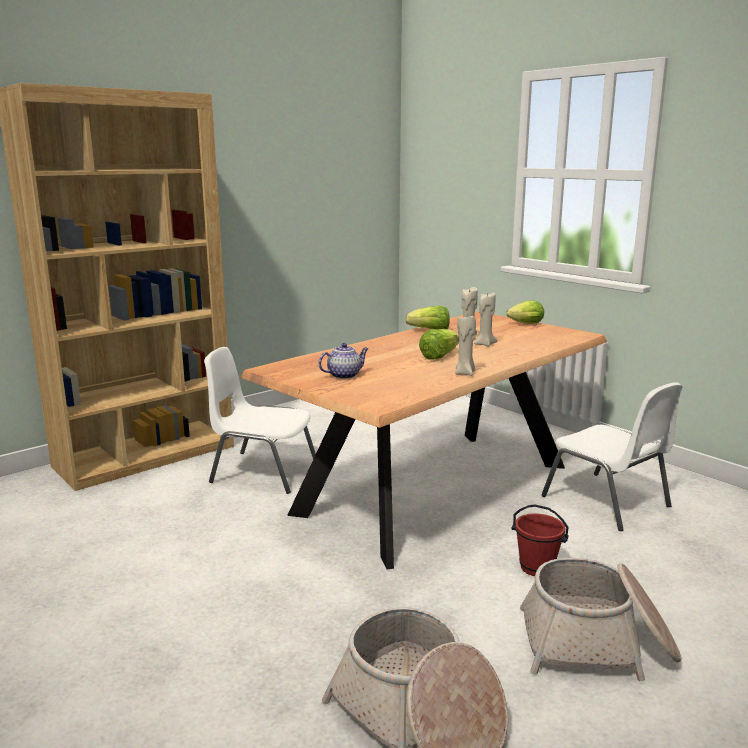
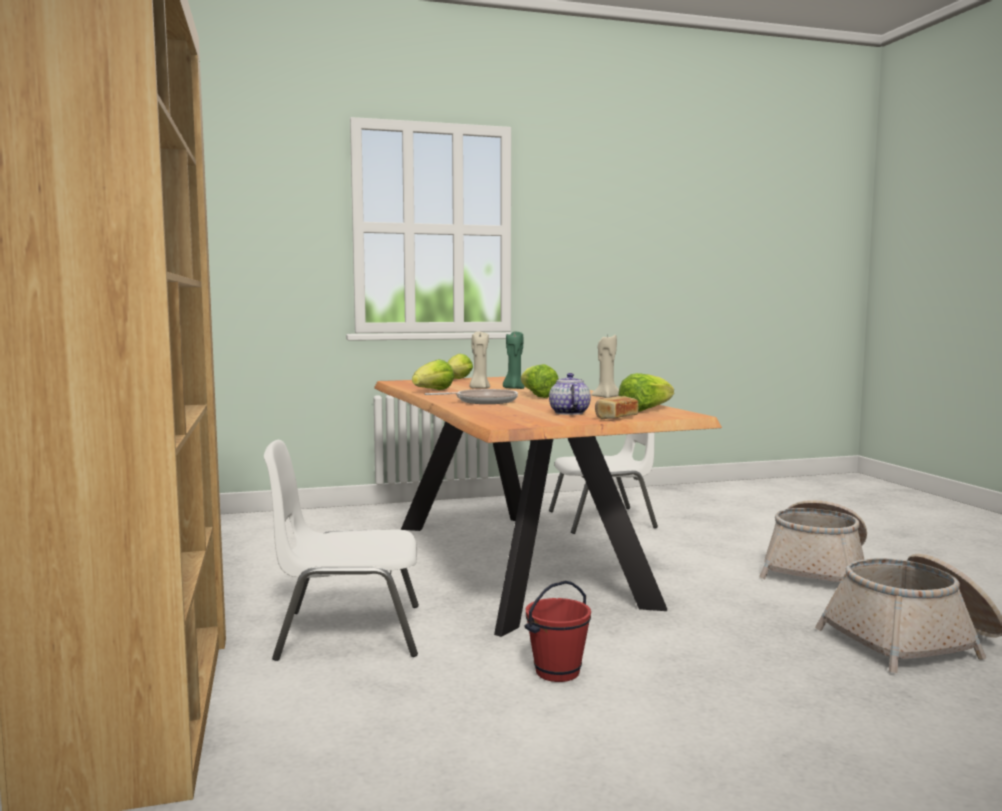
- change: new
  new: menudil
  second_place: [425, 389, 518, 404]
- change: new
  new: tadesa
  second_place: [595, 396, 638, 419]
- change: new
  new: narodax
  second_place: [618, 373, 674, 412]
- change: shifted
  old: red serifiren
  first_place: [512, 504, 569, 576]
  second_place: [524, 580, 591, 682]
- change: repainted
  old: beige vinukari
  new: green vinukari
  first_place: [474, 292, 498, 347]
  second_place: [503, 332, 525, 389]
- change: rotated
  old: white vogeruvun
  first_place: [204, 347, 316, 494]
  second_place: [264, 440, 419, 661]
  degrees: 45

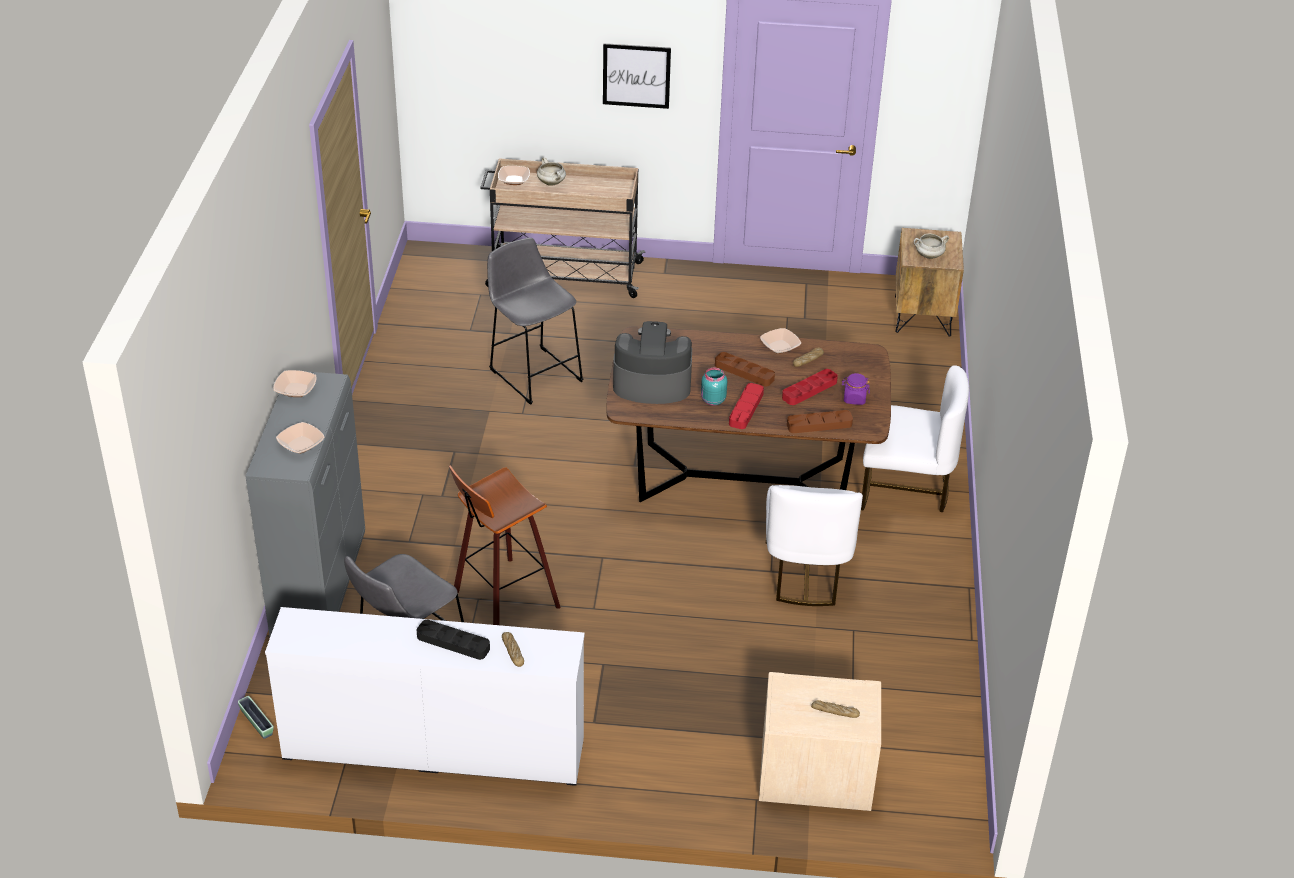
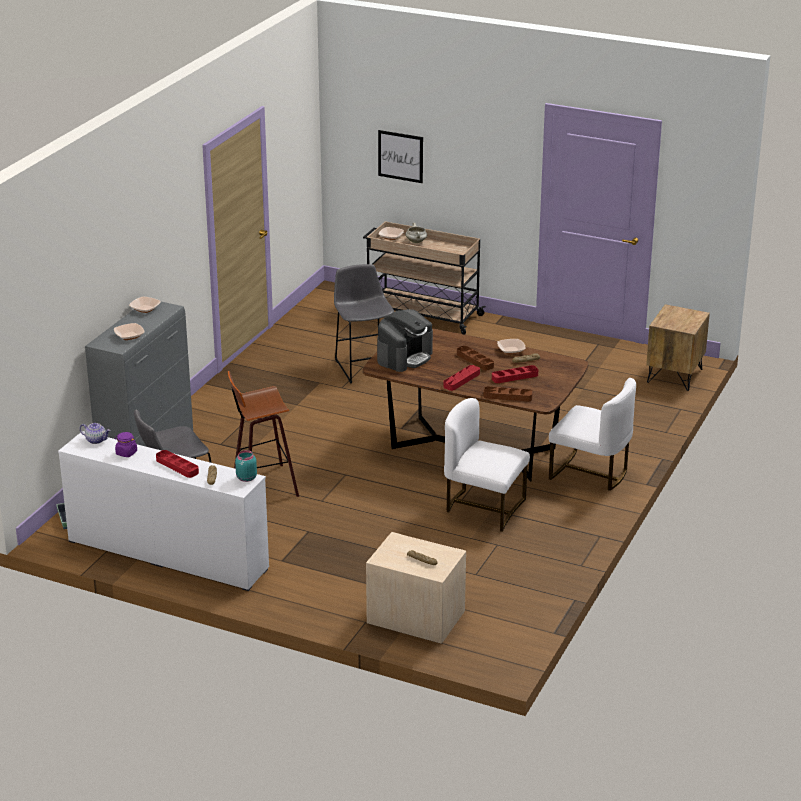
- change: gone
  old: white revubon
  first_place: [914, 233, 949, 259]
- change: new
  new: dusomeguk
  second_place: [80, 423, 111, 444]
- change: shifted
  old: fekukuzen
  first_place: [603, 43, 671, 109]
  second_place: [378, 130, 423, 183]
- change: shifted
  old: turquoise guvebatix
  first_place: [701, 368, 727, 406]
  second_place: [235, 450, 257, 482]
- change: shifted
  old: purple guvebatix
  first_place: [842, 373, 870, 405]
  second_place: [115, 432, 137, 457]
- change: repainted
  old: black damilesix
  new: red damilesix
  first_place: [417, 620, 490, 660]
  second_place: [156, 450, 199, 478]
- change: rotated
  old: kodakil
  first_place: [613, 321, 692, 404]
  second_place: [377, 309, 433, 372]
  degrees: 105
- change: rotated
  old: white vogeruvun
  first_place: [766, 485, 863, 606]
  second_place: [444, 398, 530, 532]
  degrees: 90

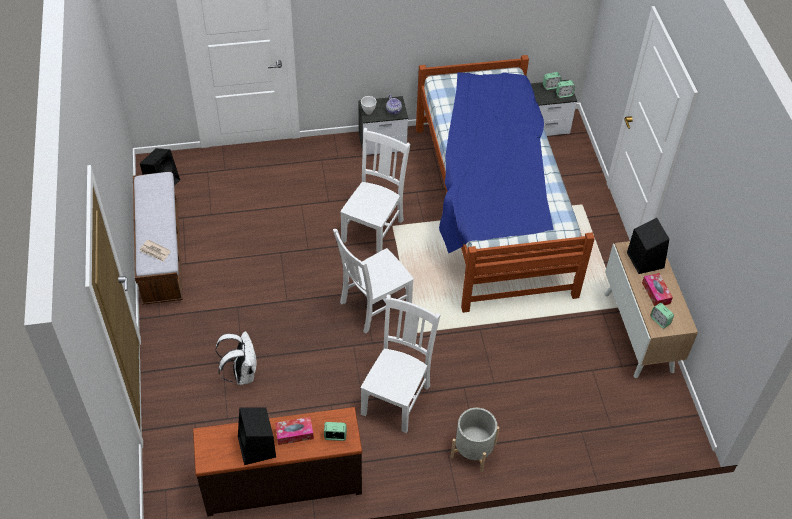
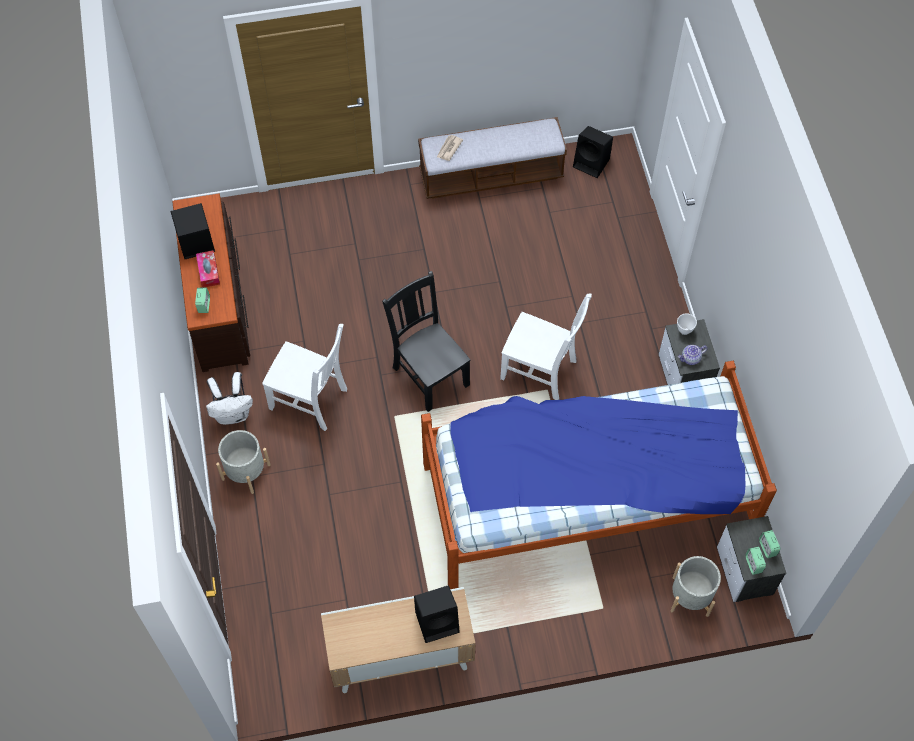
- change: gone
  old: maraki
  first_place: [642, 273, 673, 306]
- change: gone
  old: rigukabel
  first_place: [650, 303, 674, 328]
- change: new
  new: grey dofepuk
  second_place: [671, 556, 721, 617]
- change: shifted
  old: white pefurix
  first_place: [215, 331, 257, 385]
  second_place: [206, 372, 253, 425]
- change: repainted
  old: white vogeruvun
  new: black vogeruvun
  first_place: [333, 229, 414, 334]
  second_place: [382, 271, 470, 412]

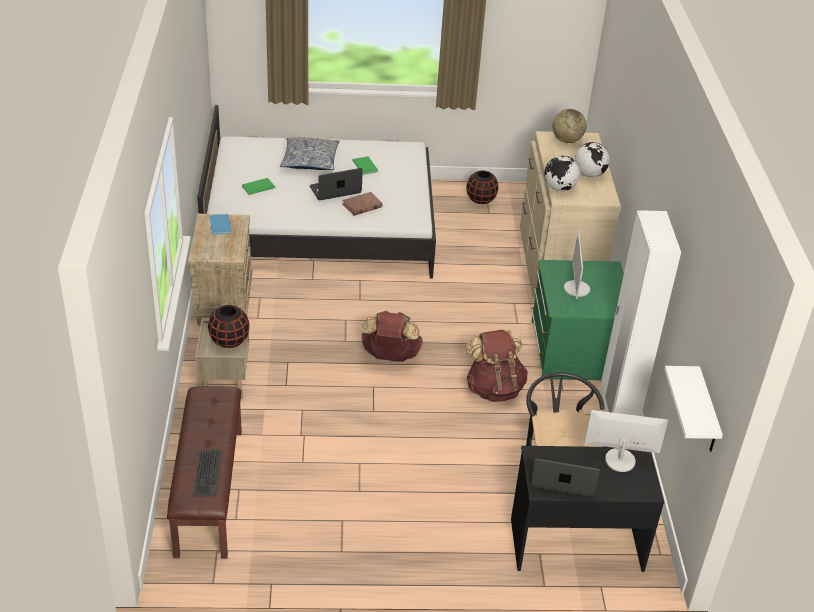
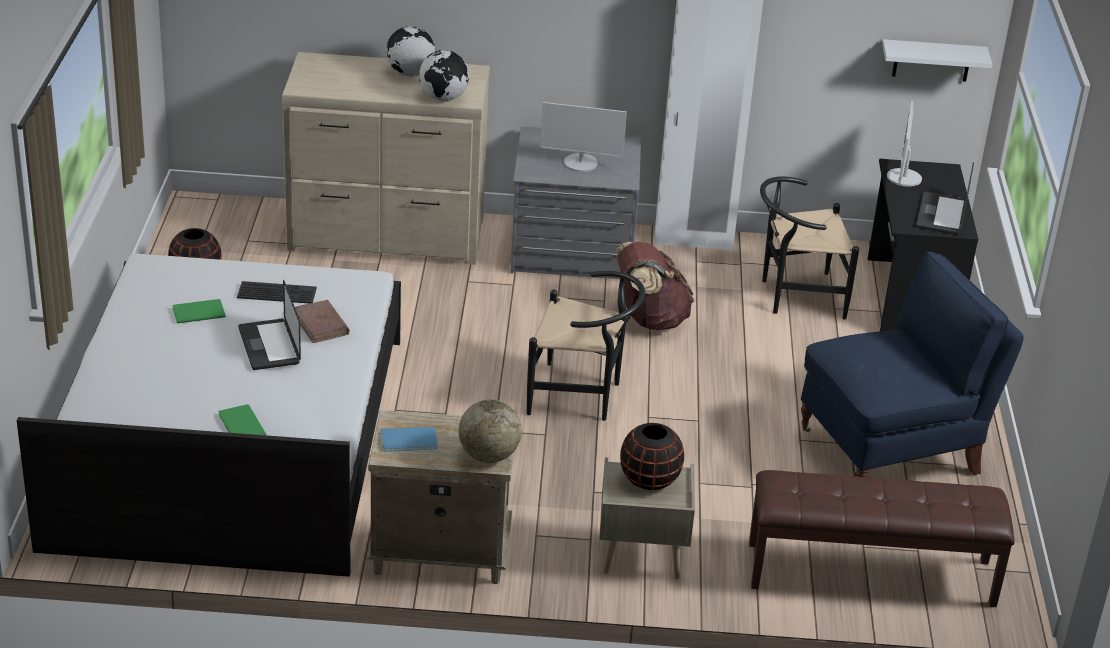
- change: gone
  old: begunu
  first_place: [280, 137, 339, 170]
- change: new
  new: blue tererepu
  second_place: [801, 252, 1024, 477]
- change: shifted
  old: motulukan
  first_place: [193, 450, 222, 496]
  second_place: [237, 281, 317, 304]
- change: shifted
  old: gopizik
  first_place: [552, 109, 586, 143]
  second_place: [459, 399, 522, 463]
- change: swapped
  old: brown pefurix
  new: black vogeruvun
  first_place: [361, 311, 423, 362]
  second_place: [527, 271, 645, 421]
- change: repainted
  old: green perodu
  new: grey perodu
  first_place: [531, 260, 624, 380]
  second_place: [510, 126, 641, 279]

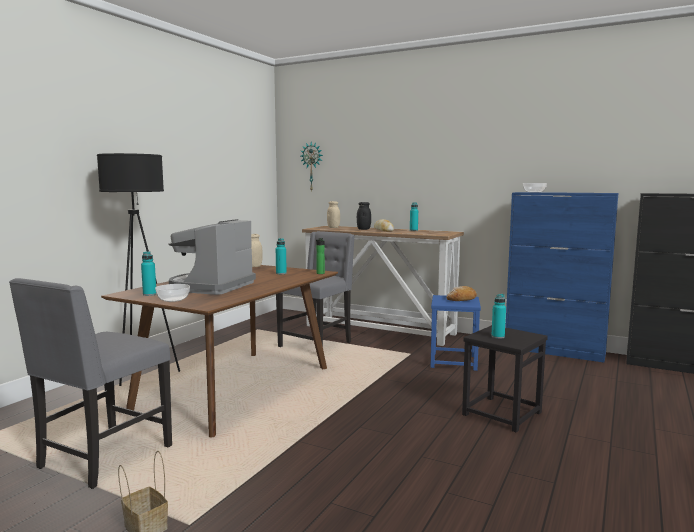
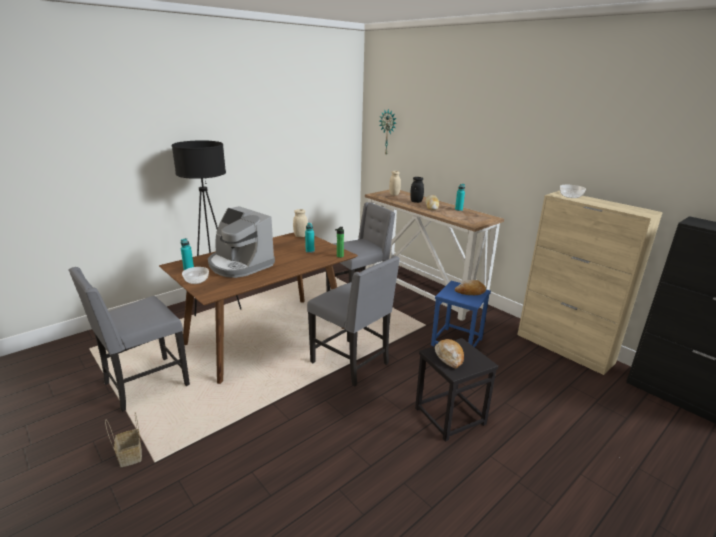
- change: new
  new: grey vogeruvun
  second_place: [307, 256, 400, 387]
- change: swapped
  old: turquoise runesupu
  new: tadesa
  first_place: [491, 294, 506, 339]
  second_place: [435, 339, 464, 369]
- change: repainted
  old: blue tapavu
  new: beige tapavu
  first_place: [505, 192, 619, 362]
  second_place: [517, 191, 663, 375]
- change: rotated
  old: kodakil
  first_place: [168, 219, 256, 295]
  second_place: [208, 206, 275, 278]
  degrees: -90

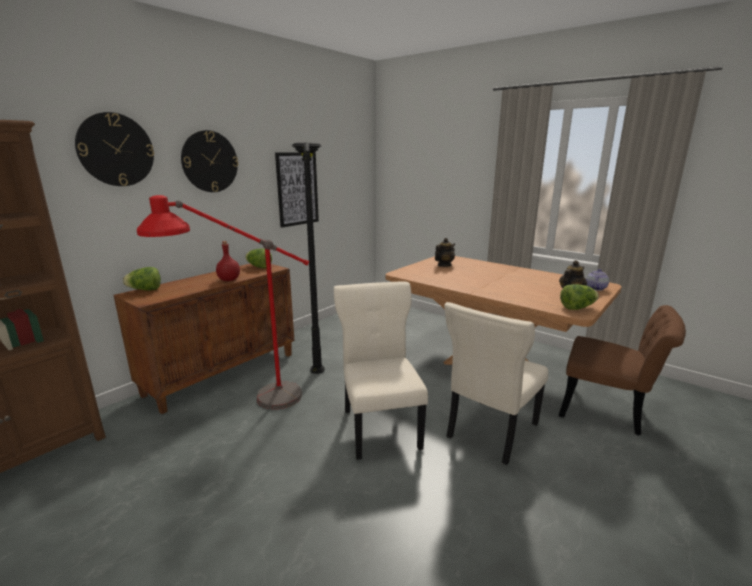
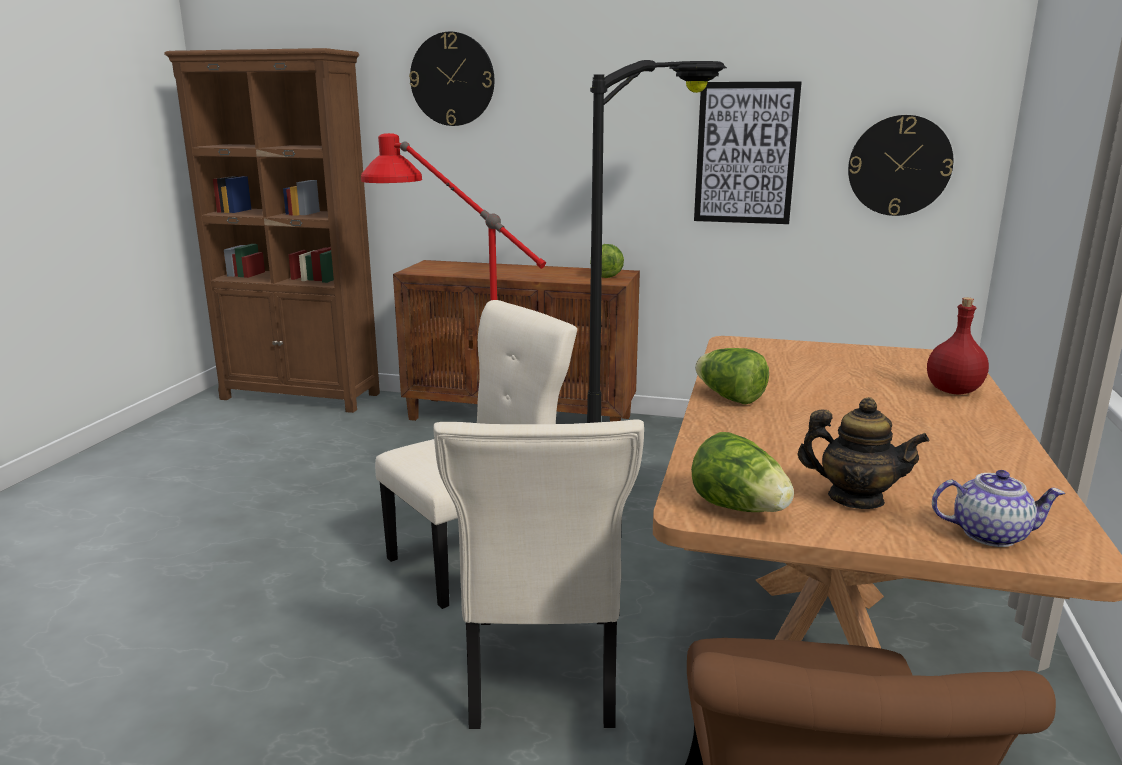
- change: gone
  old: dusomeguk
  first_place: [435, 238, 455, 267]
- change: shifted
  old: narodax
  first_place: [123, 267, 161, 291]
  second_place: [695, 348, 769, 405]
- change: shifted
  old: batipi
  first_place: [181, 130, 238, 192]
  second_place: [848, 115, 953, 216]
- change: shifted
  old: red runesupu
  first_place: [216, 241, 240, 281]
  second_place: [927, 297, 989, 395]
- change: rotated
  old: beige vogeruvun
  first_place: [444, 302, 548, 465]
  second_place: [433, 419, 644, 729]
  degrees: -105

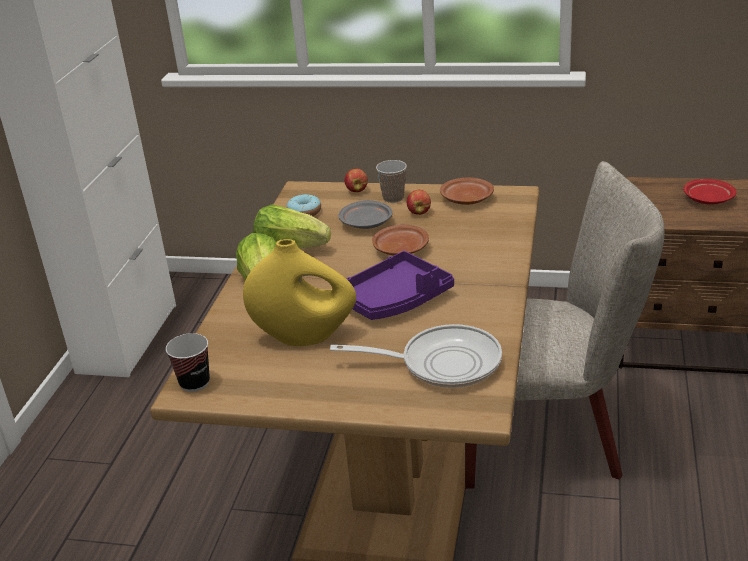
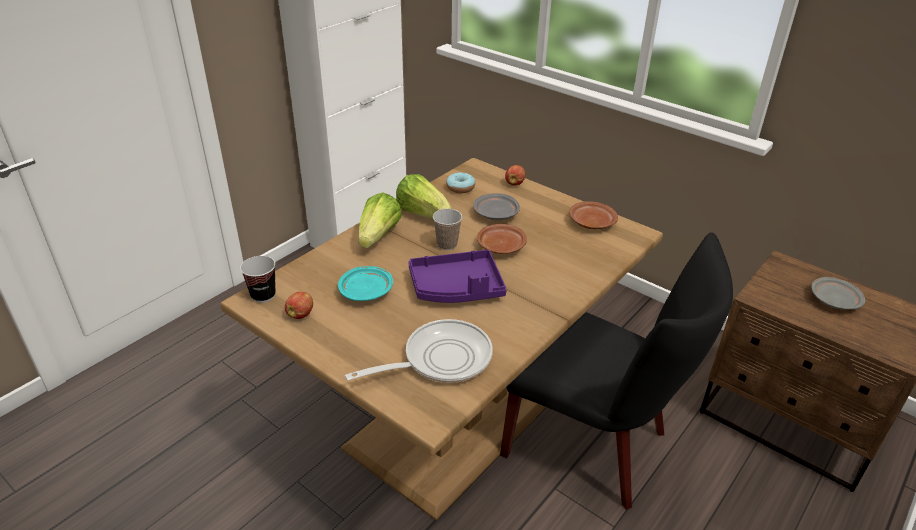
- change: shifted
  old: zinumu
  first_place: [376, 160, 407, 203]
  second_place: [433, 209, 462, 250]
- change: shifted
  old: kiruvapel
  first_place: [407, 190, 431, 215]
  second_place: [285, 292, 313, 319]
- change: swapped
  old: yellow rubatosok
  new: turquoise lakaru
  first_place: [243, 239, 356, 346]
  second_place: [338, 266, 393, 301]
- change: repainted
  old: beige vogeruvun
  new: black vogeruvun
  first_place: [465, 161, 665, 489]
  second_place: [500, 232, 733, 510]
- change: repainted
  old: red lakaru
  new: grey lakaru
  first_place: [683, 179, 737, 205]
  second_place: [811, 277, 865, 310]
- change: rotated
  old: menudil
  first_place: [330, 324, 502, 388]
  second_place: [345, 319, 493, 383]
  degrees: -60

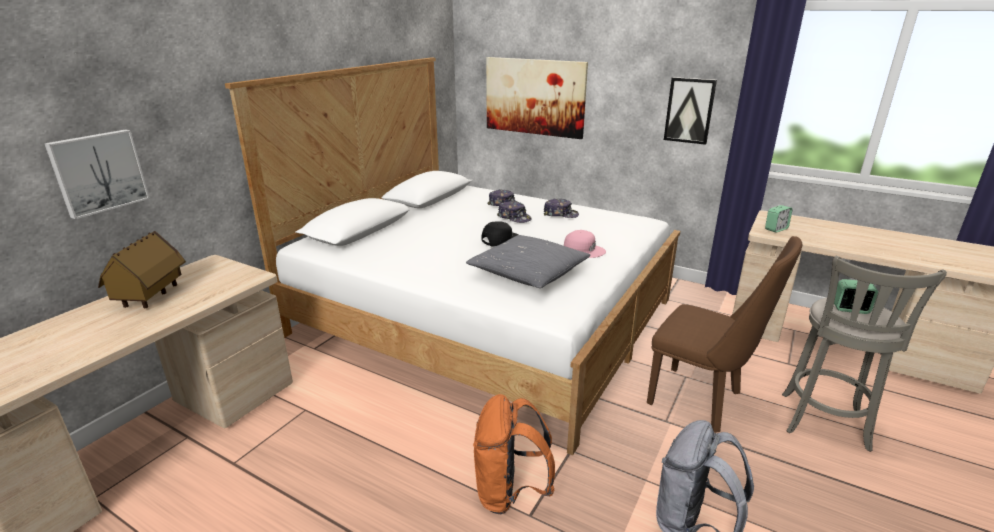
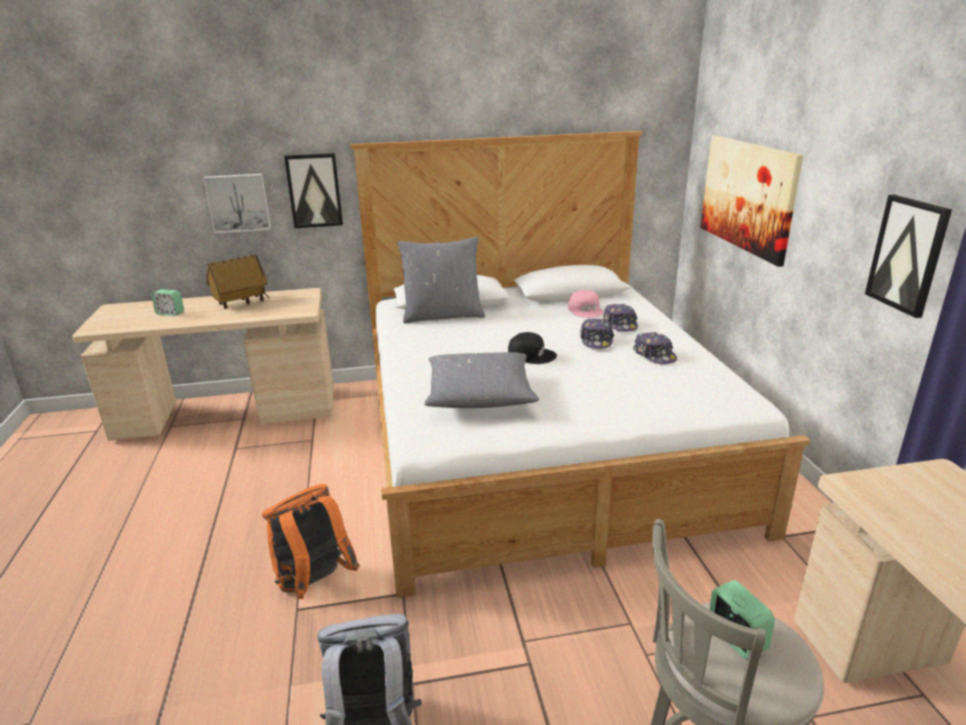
- change: gone
  old: brown vogeruvun
  first_place: [647, 236, 802, 433]
- change: new
  new: fekukuzen
  second_place: [284, 153, 343, 228]
- change: new
  new: grey begunu
  second_place: [397, 237, 485, 324]
- change: shifted
  old: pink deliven
  first_place: [564, 230, 606, 258]
  second_place: [568, 290, 604, 318]
- change: shifted
  old: rigukabel
  first_place: [765, 205, 792, 233]
  second_place: [151, 289, 184, 316]

